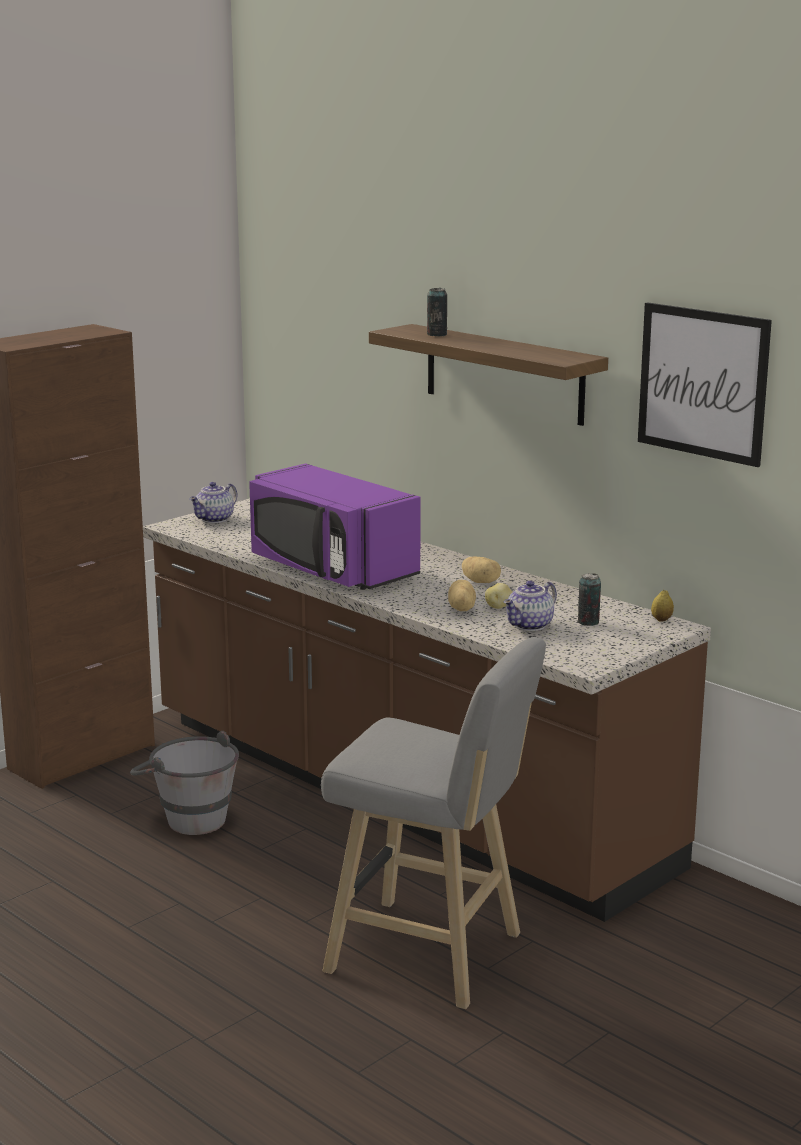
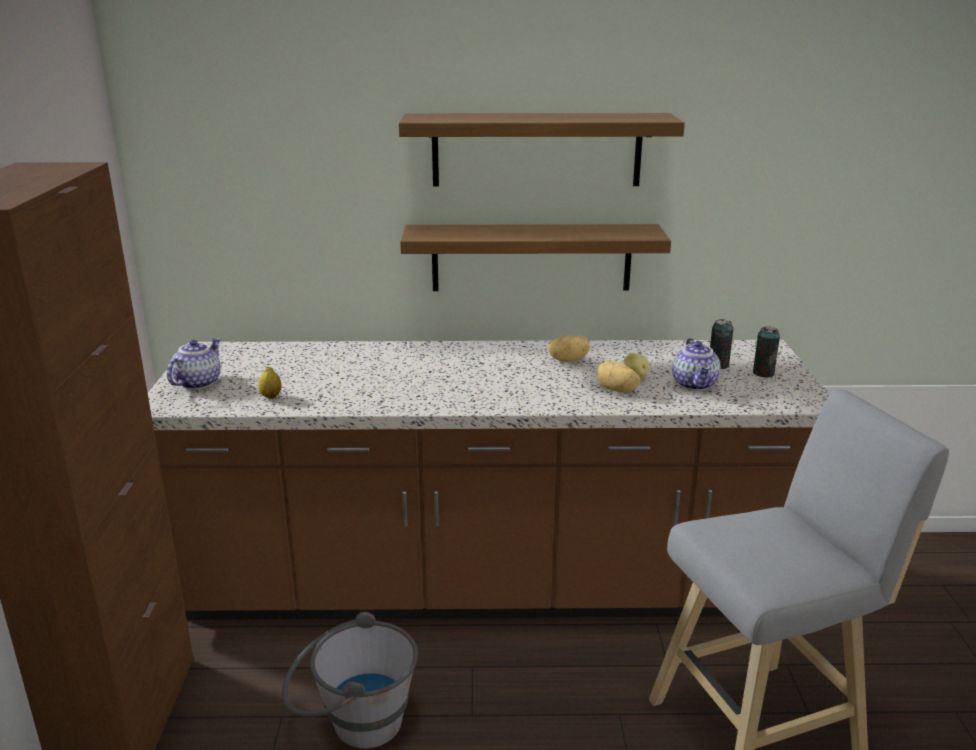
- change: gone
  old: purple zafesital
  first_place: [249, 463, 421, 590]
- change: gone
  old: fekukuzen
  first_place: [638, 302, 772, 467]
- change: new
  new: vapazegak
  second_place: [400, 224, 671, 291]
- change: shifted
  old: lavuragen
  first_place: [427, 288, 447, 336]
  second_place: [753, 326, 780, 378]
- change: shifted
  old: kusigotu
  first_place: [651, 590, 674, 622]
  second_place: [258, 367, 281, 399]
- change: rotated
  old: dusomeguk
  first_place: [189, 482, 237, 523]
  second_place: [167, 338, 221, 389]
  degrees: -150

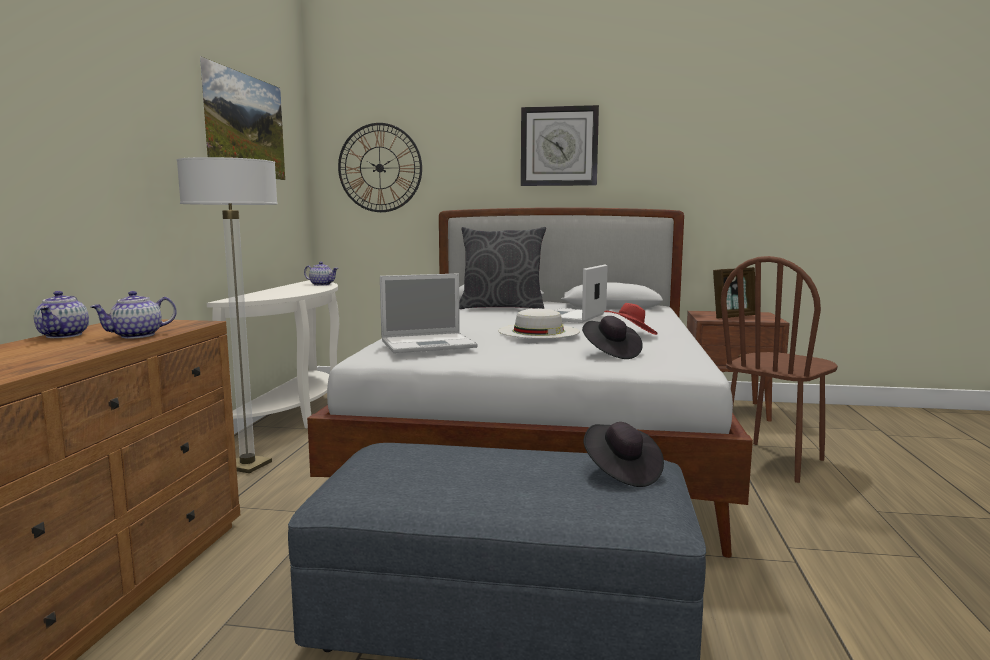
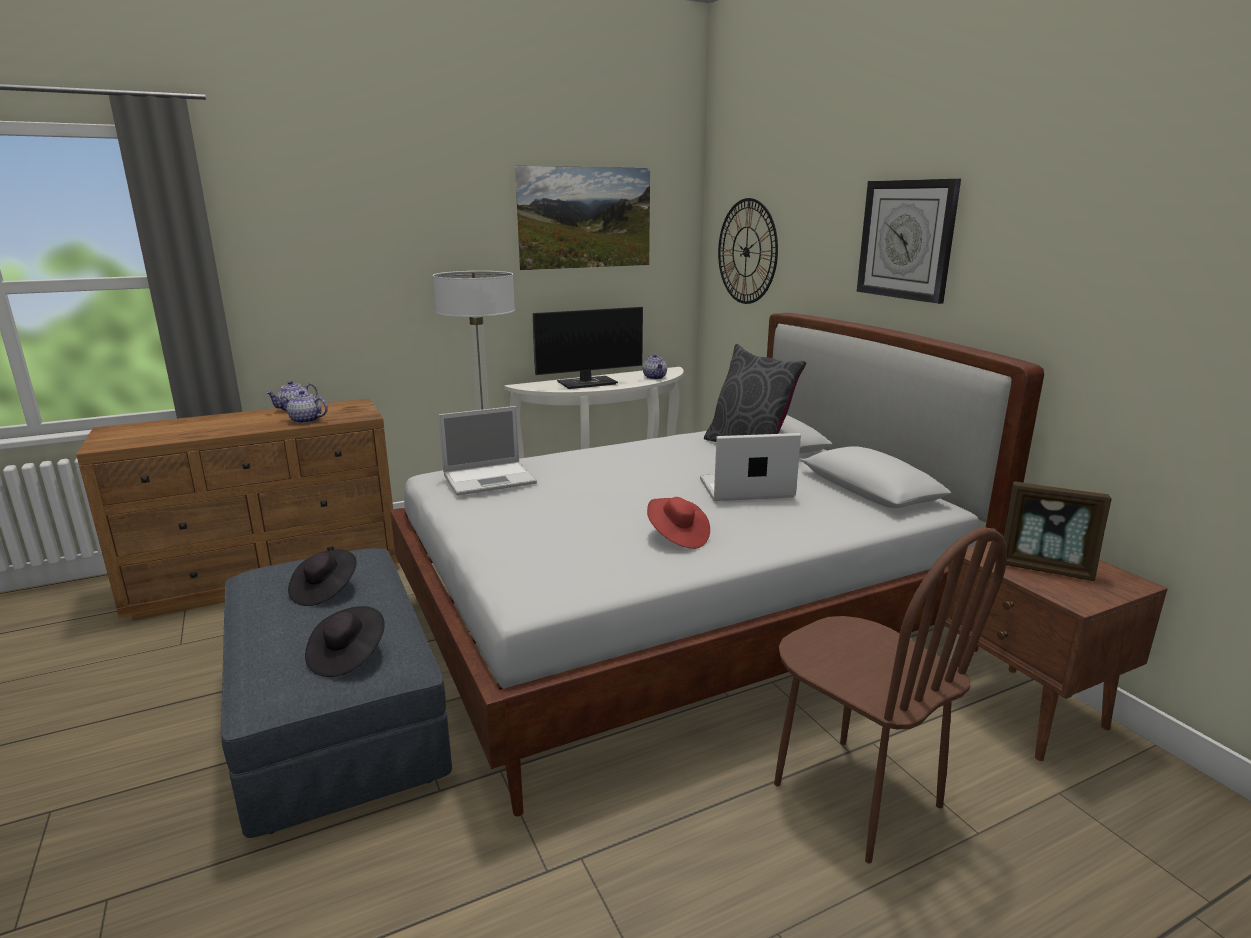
- change: gone
  old: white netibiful
  first_place: [498, 308, 580, 338]
- change: new
  new: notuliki
  second_place: [533, 307, 643, 389]
- change: shifted
  old: black netibiful
  first_place: [582, 316, 643, 359]
  second_place: [288, 549, 357, 606]
- change: rotated
  old: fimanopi
  first_place: [380, 273, 478, 353]
  second_place: [438, 406, 537, 496]
  degrees: -60
- change: rotated
  old: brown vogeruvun
  first_place: [721, 256, 838, 483]
  second_place: [774, 527, 1007, 864]
  degrees: -135

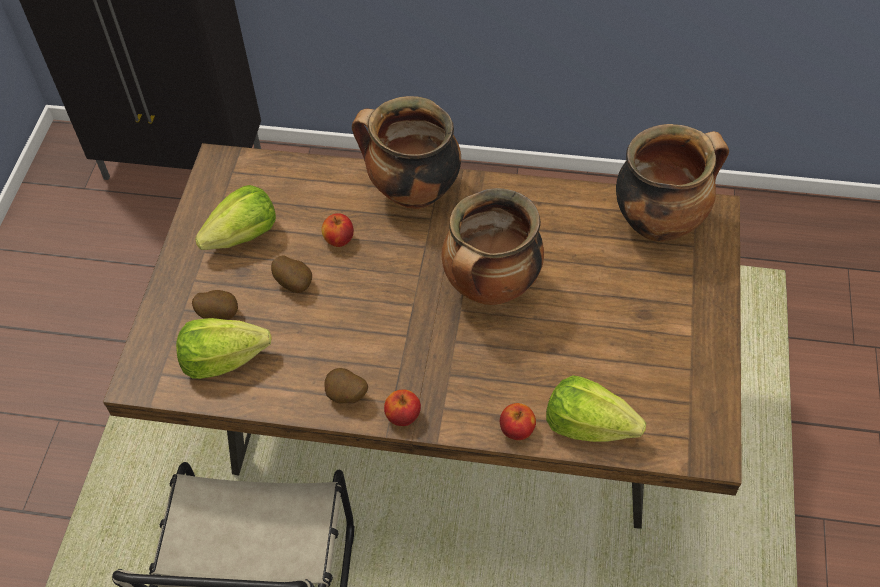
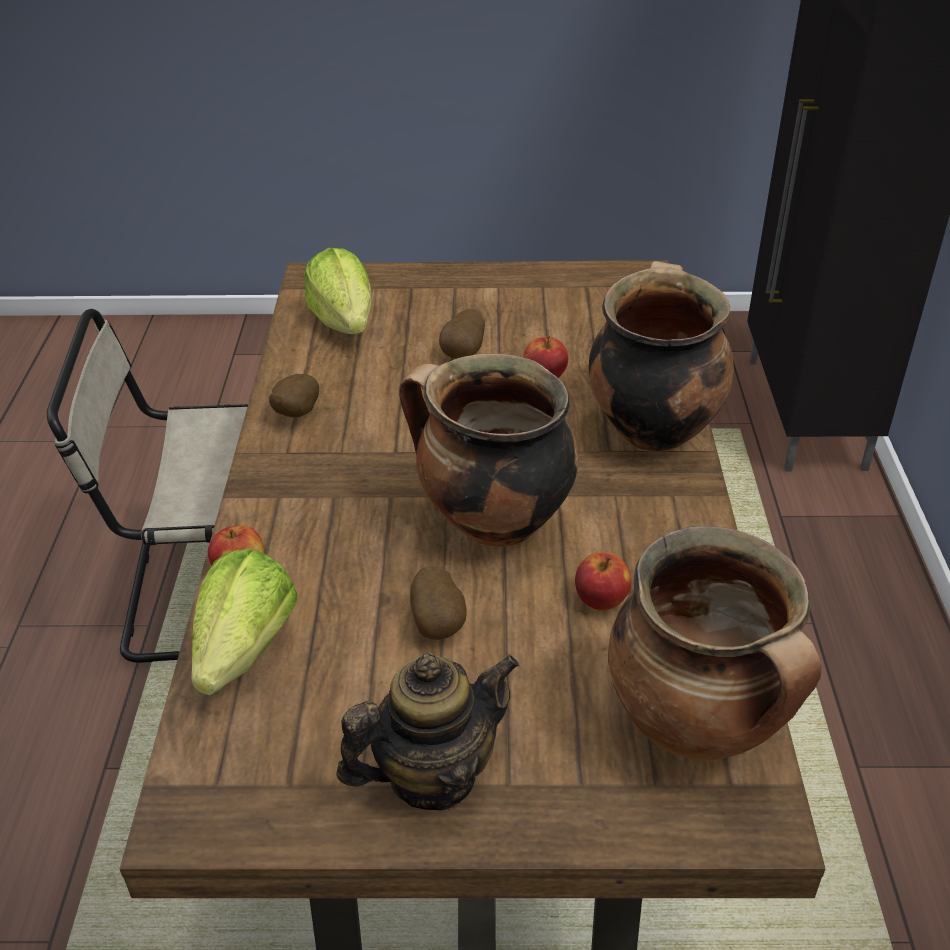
- change: gone
  old: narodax
  first_place: [195, 185, 276, 250]
- change: new
  new: dusomeguk
  second_place: [336, 653, 519, 810]
- change: shifted
  old: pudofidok
  first_place: [192, 290, 238, 320]
  second_place: [410, 566, 467, 640]
- change: shifted
  old: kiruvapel
  first_place: [384, 389, 421, 426]
  second_place: [575, 552, 631, 611]

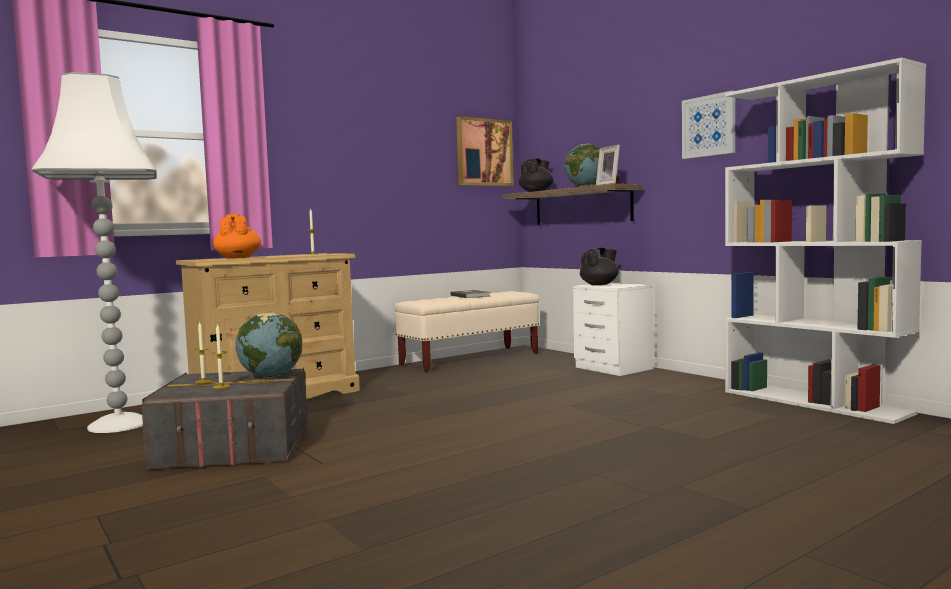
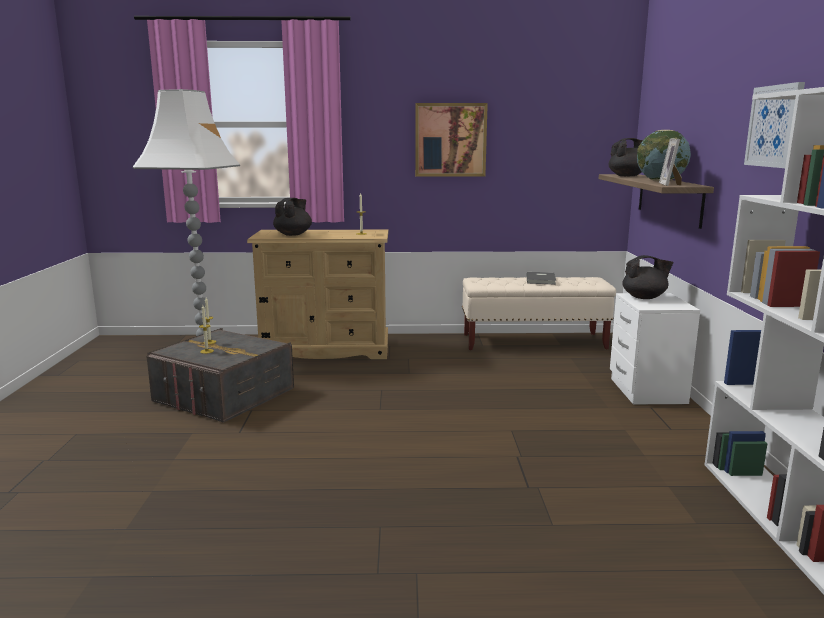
- change: gone
  old: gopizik
  first_place: [235, 313, 303, 378]
- change: shifted
  old: fekukuzen
  first_place: [456, 116, 514, 186]
  second_place: [415, 103, 488, 177]
- change: repainted
  old: orange dusomeguk
  new: black dusomeguk
  first_place: [213, 214, 261, 259]
  second_place: [273, 198, 312, 236]

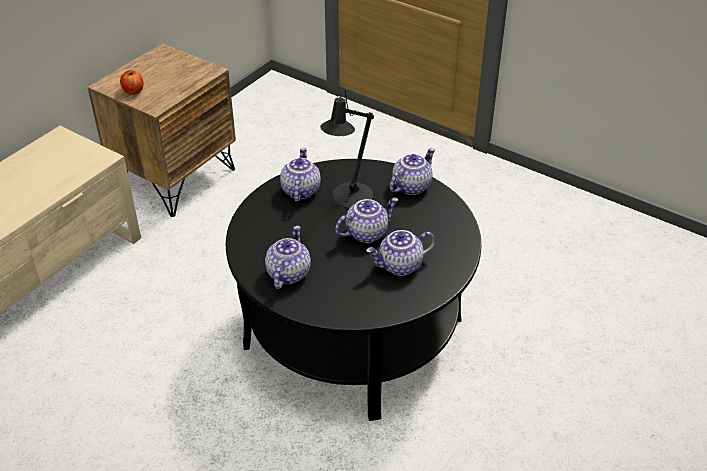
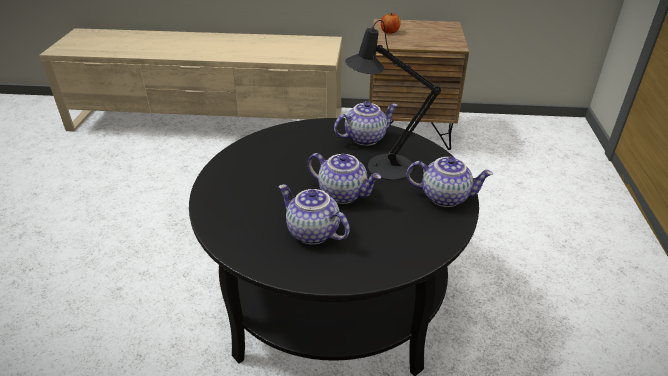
- change: gone
  old: dusomeguk
  first_place: [265, 226, 311, 289]

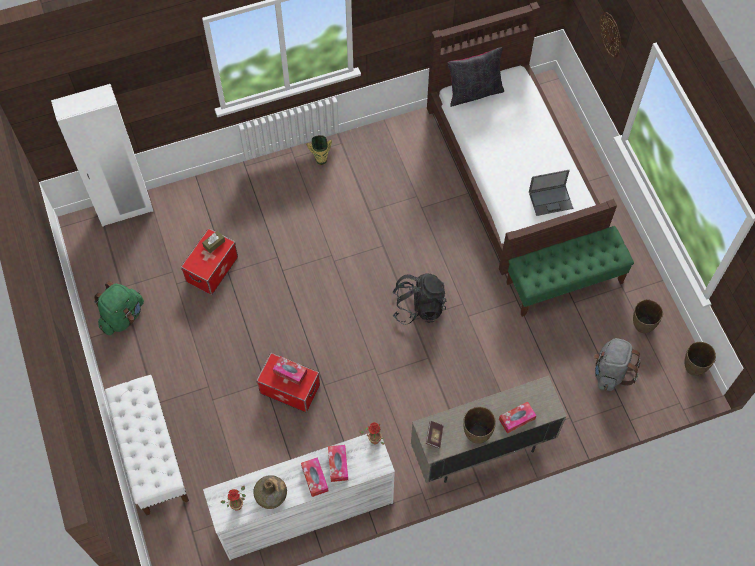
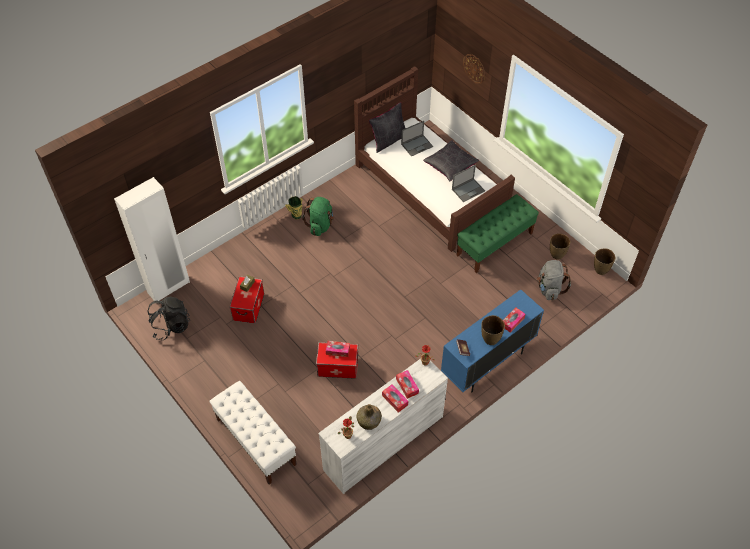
- change: new
  new: fimanopi
  second_place: [401, 121, 433, 156]
- change: new
  new: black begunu
  second_place: [423, 140, 479, 181]
- change: shifted
  old: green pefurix
  first_place: [94, 281, 144, 335]
  second_place: [302, 197, 334, 236]
- change: shifted
  old: black pefurix
  first_place: [392, 273, 446, 325]
  second_place: [148, 297, 190, 340]
- change: repainted
  old: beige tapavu
  new: blue tapavu
  first_place: [411, 376, 567, 483]
  second_place: [441, 289, 544, 392]

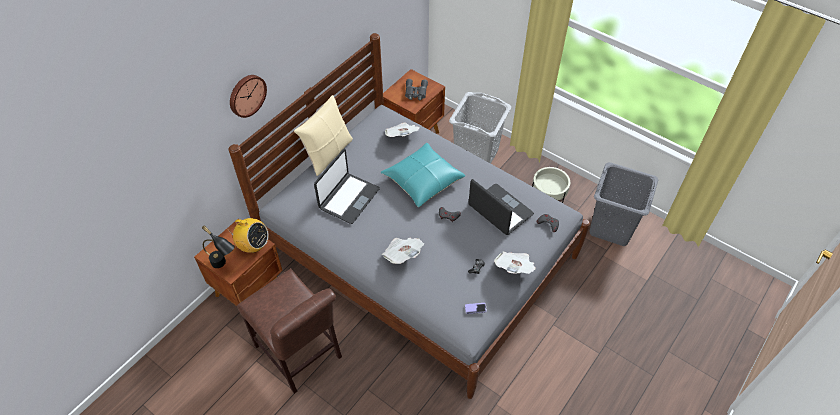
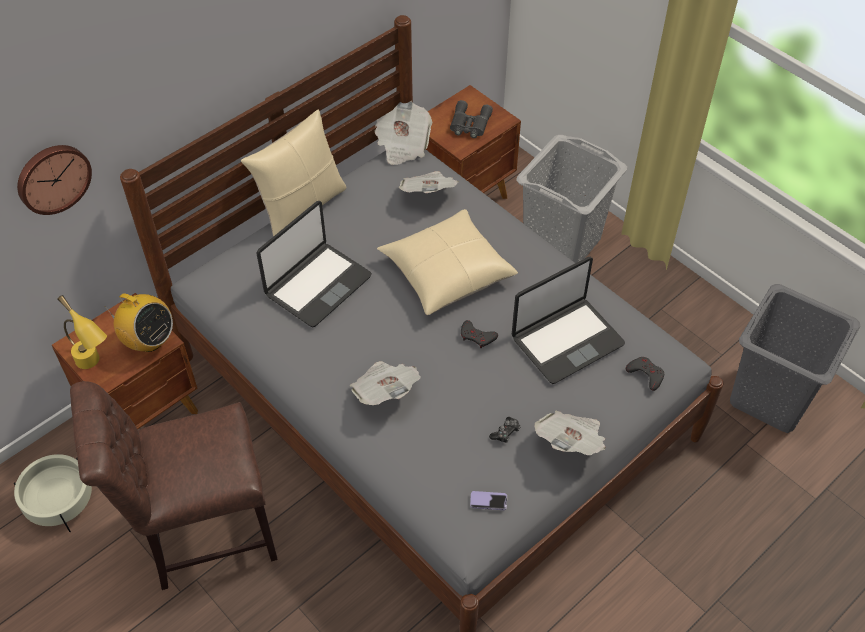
- change: new
  new: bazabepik
  second_place: [374, 101, 432, 165]
- change: shifted
  old: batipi
  first_place: [230, 75, 267, 118]
  second_place: [17, 145, 92, 215]
- change: shifted
  old: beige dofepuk
  first_place: [532, 167, 570, 203]
  second_place: [14, 454, 92, 532]
- change: repainted
  old: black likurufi
  new: yellow likurufi
  first_place: [202, 225, 235, 268]
  second_place: [58, 295, 107, 369]
- change: repainted
  old: turquoise begunu
  new: beige begunu
  first_place: [380, 143, 465, 207]
  second_place: [377, 209, 518, 315]
- change: rotated
  old: brown vogeruvun
  first_place: [237, 268, 342, 394]
  second_place: [70, 381, 278, 590]
  degrees: 105
- change: rotated
  old: fimanopi
  first_place: [468, 179, 534, 235]
  second_place: [512, 257, 625, 384]
  degrees: 90

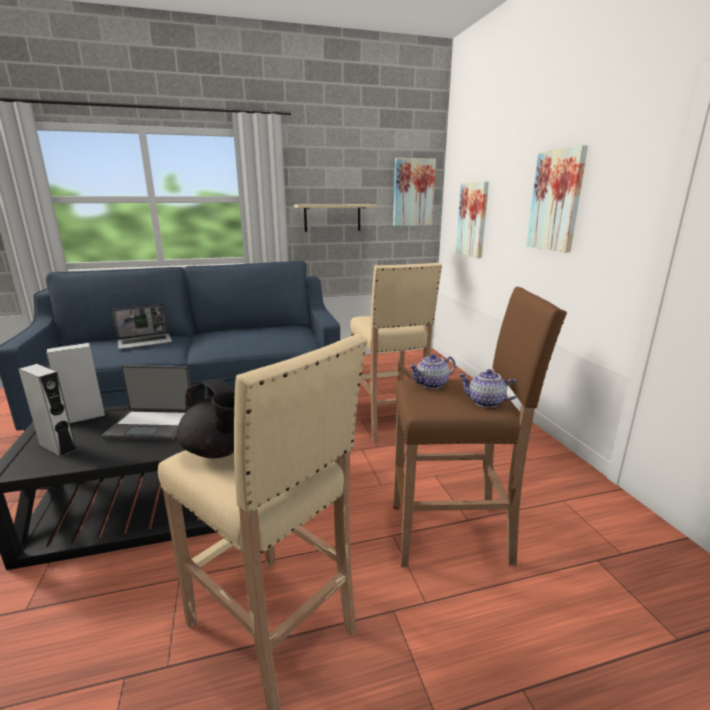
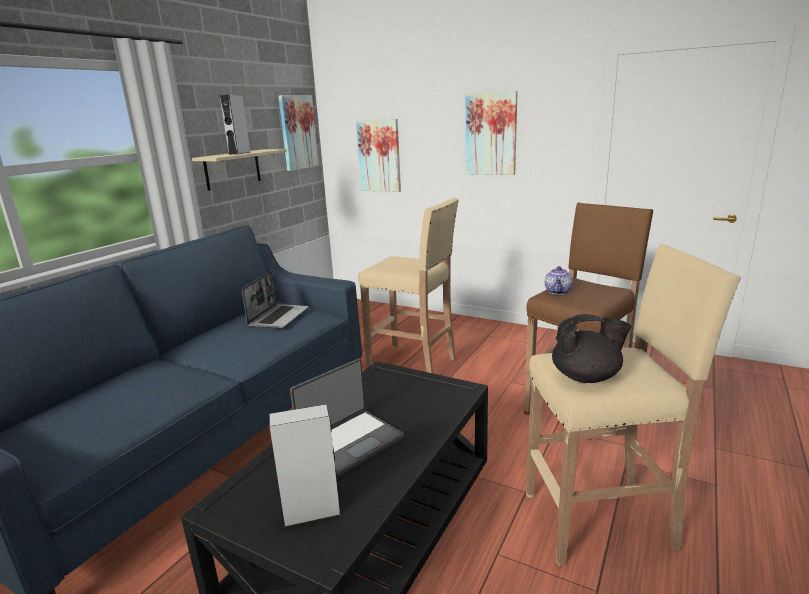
- change: gone
  old: dusomeguk
  first_place: [458, 369, 517, 408]
- change: shifted
  old: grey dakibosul
  first_place: [47, 343, 106, 424]
  second_place: [220, 95, 250, 155]
- change: shifted
  old: fimanopi
  first_place: [112, 304, 172, 350]
  second_place: [242, 271, 309, 329]

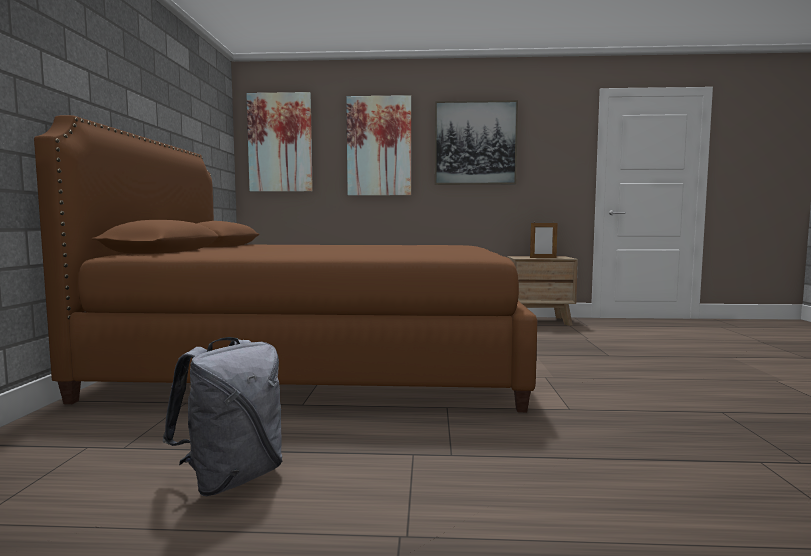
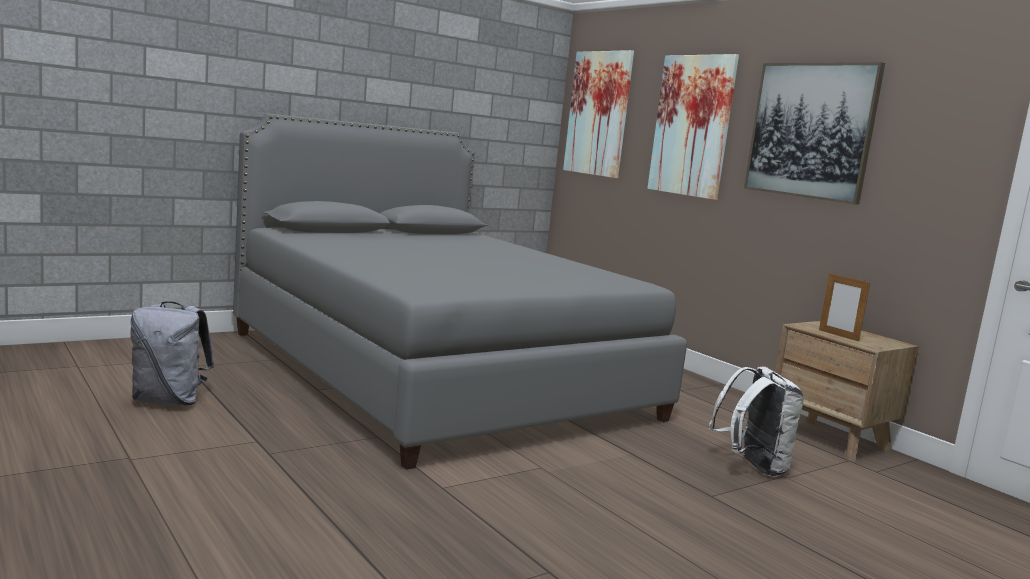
- change: new
  new: white pefurix
  second_place: [709, 366, 804, 476]
- change: repainted
  old: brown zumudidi
  new: grey zumudidi
  first_place: [34, 115, 537, 412]
  second_place: [233, 114, 687, 470]

